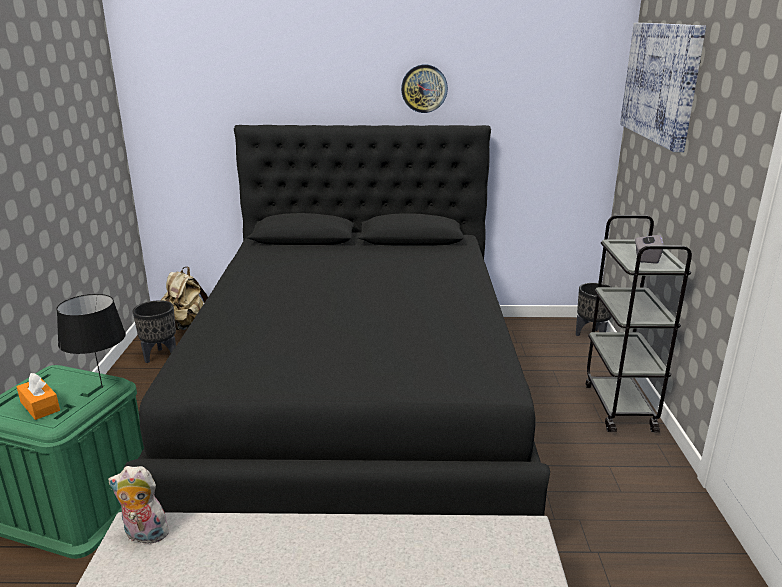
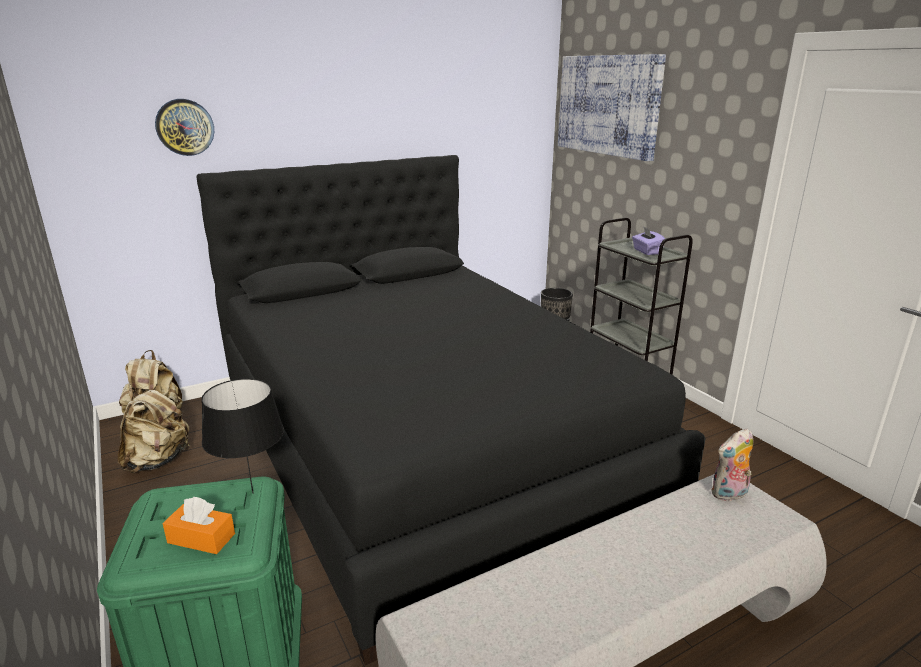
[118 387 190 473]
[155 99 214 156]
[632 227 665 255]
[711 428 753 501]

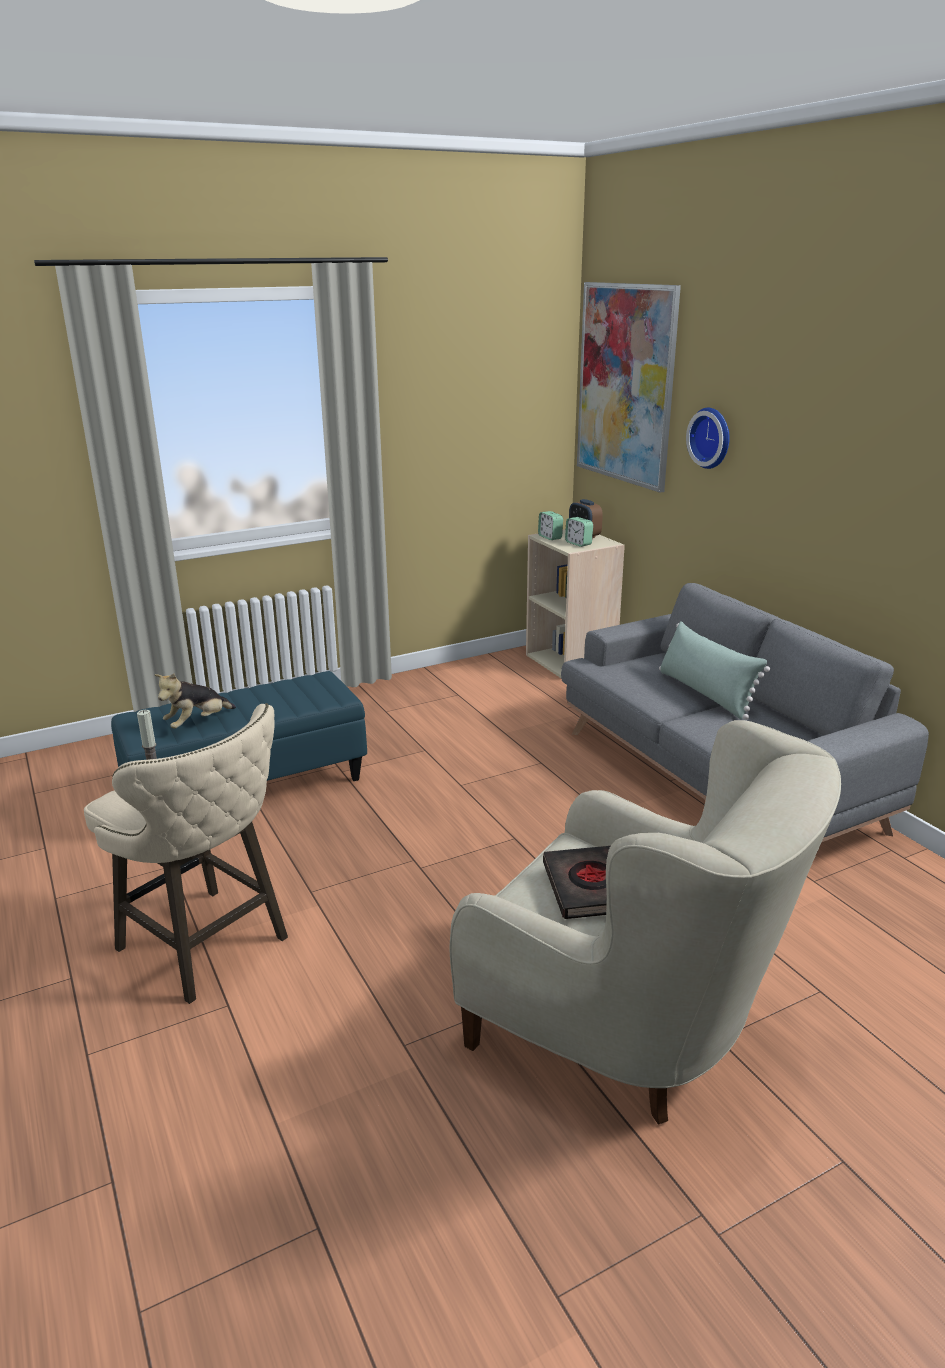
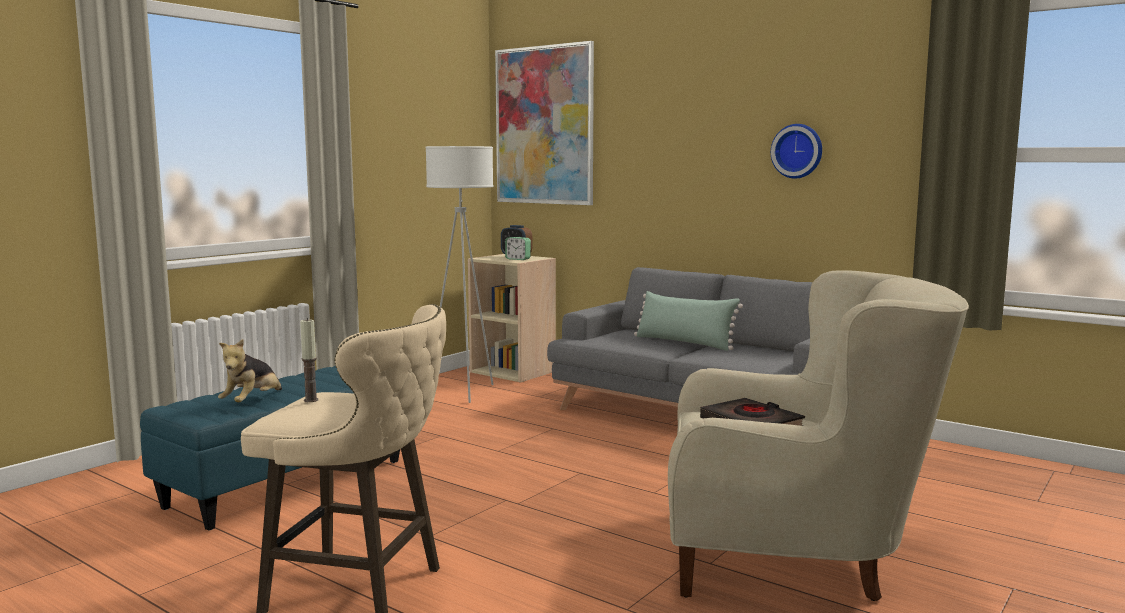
[425 146 494 403]
[771 124 822 179]
[538 511 563 540] (first image)

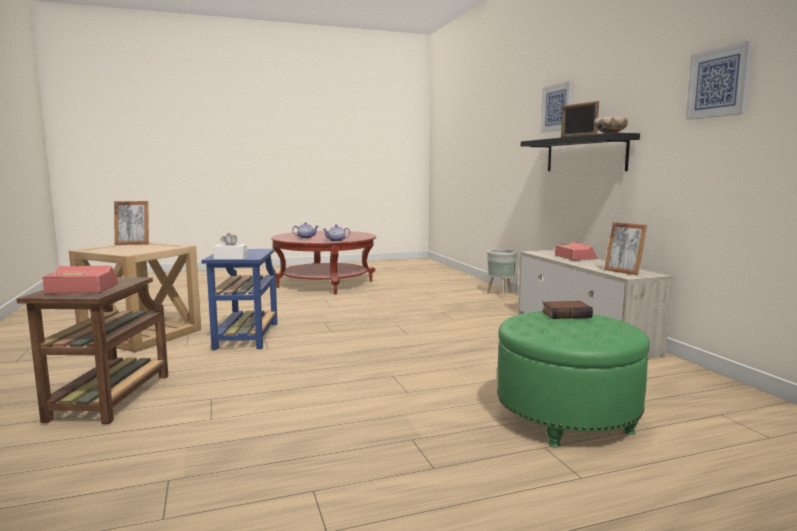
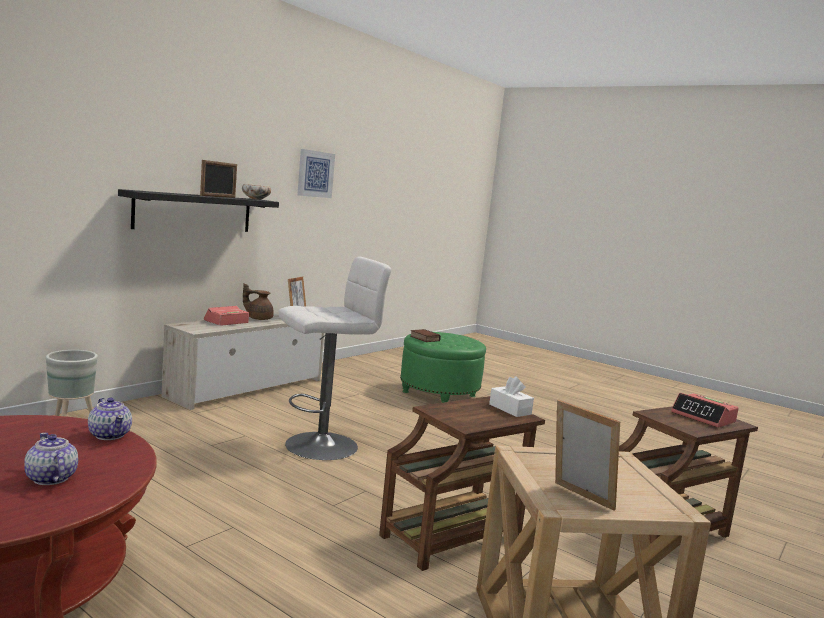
[243 283 274 320]
[279 257 391 460]
[379 396 545 571]
[541 81 572 133] (first image)

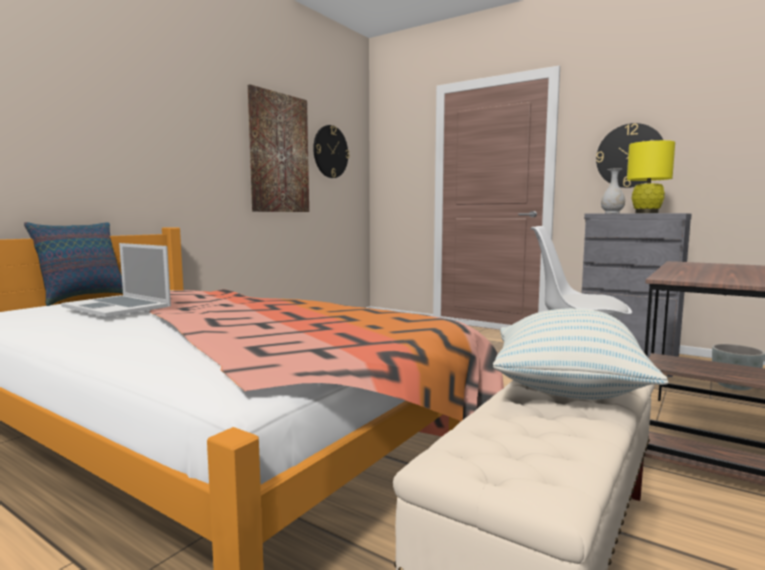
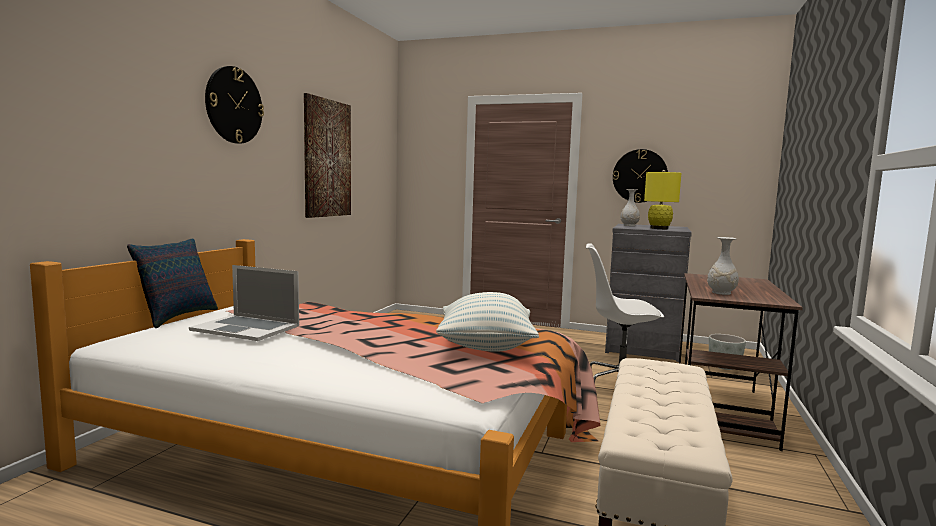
[205 66 264 144]
[436 292 539 352]
[707 237 739 295]

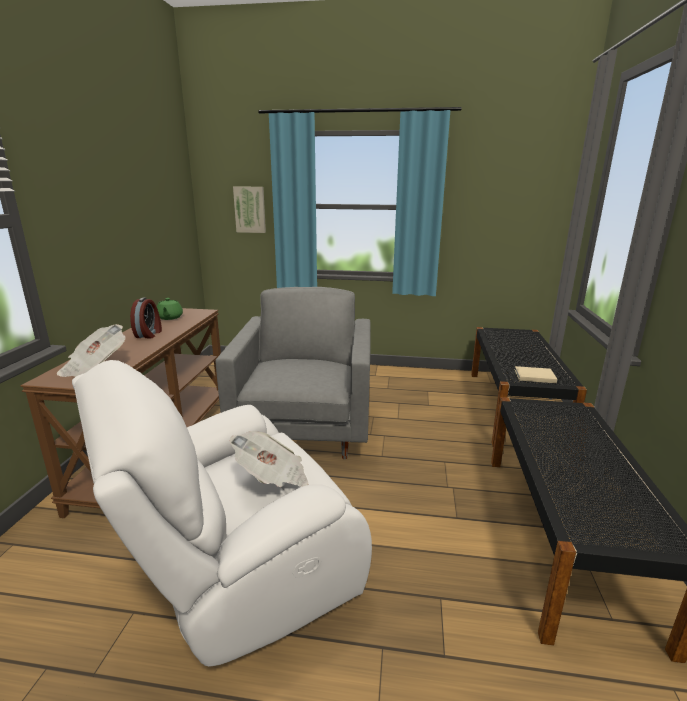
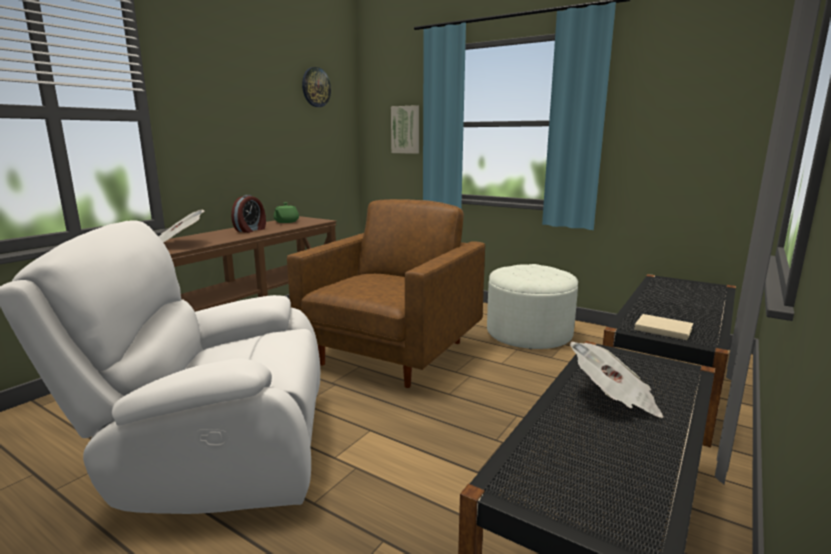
[287 199 485 388]
[302 67 331 107]
[487 264 578 349]
[570 342 664 418]

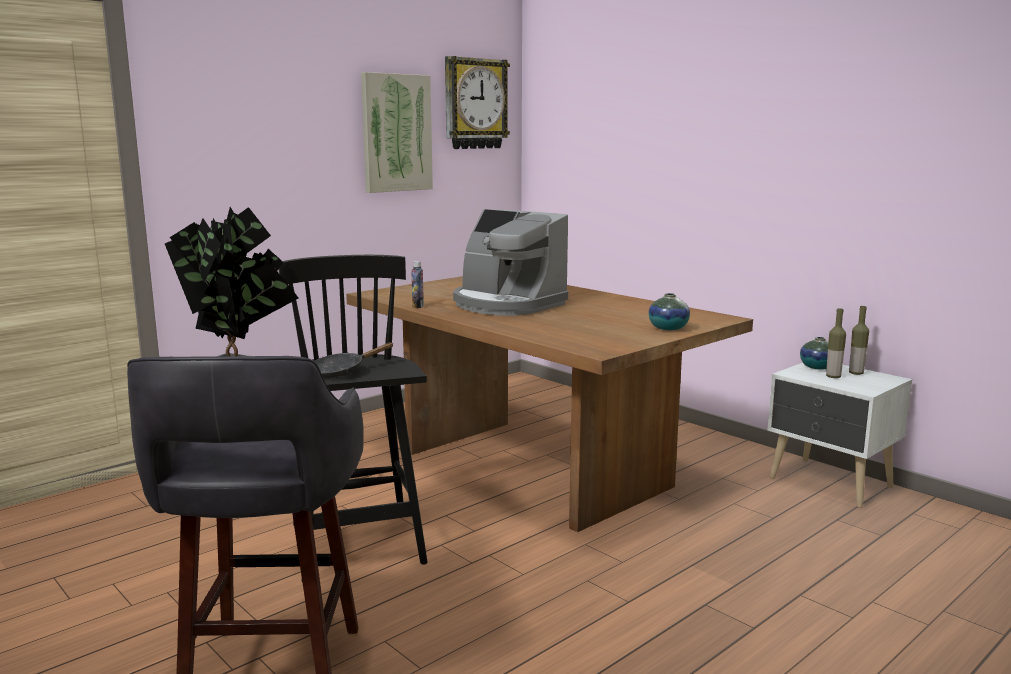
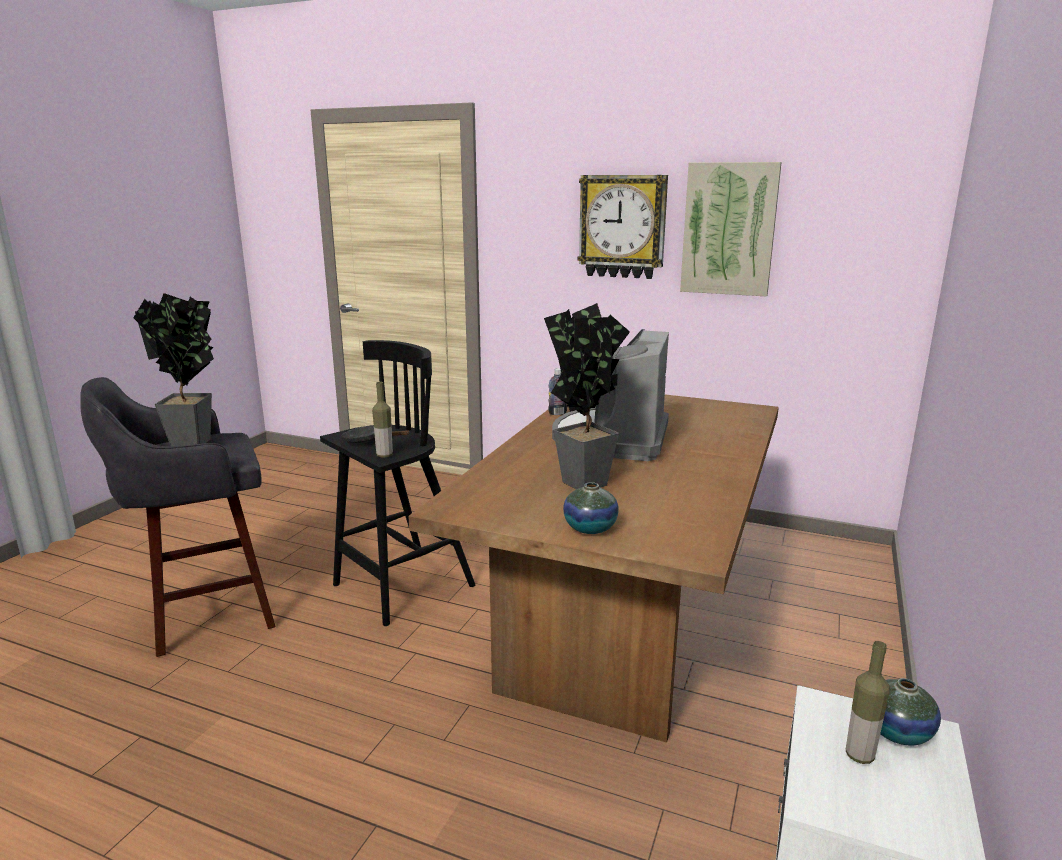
[372 382 393 458]
[544 303 630 489]
[578 175 668 279]

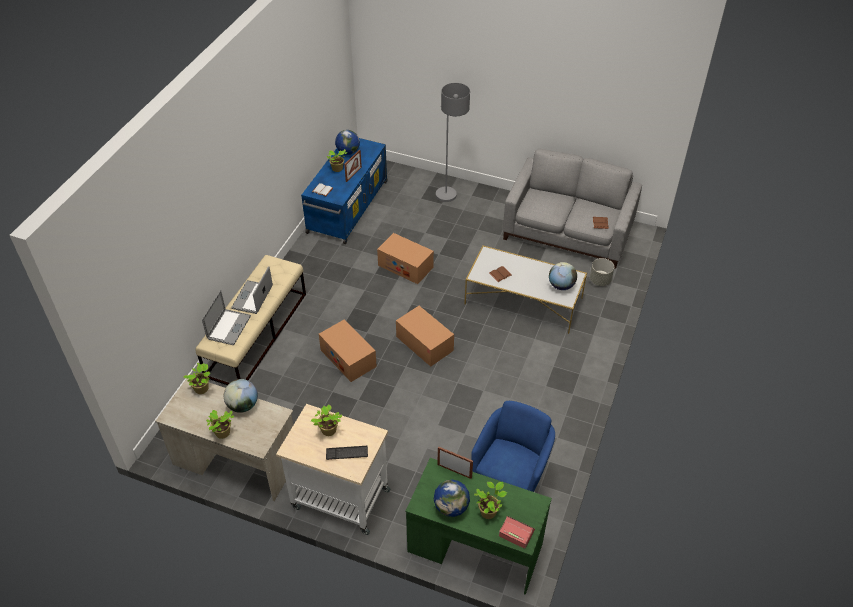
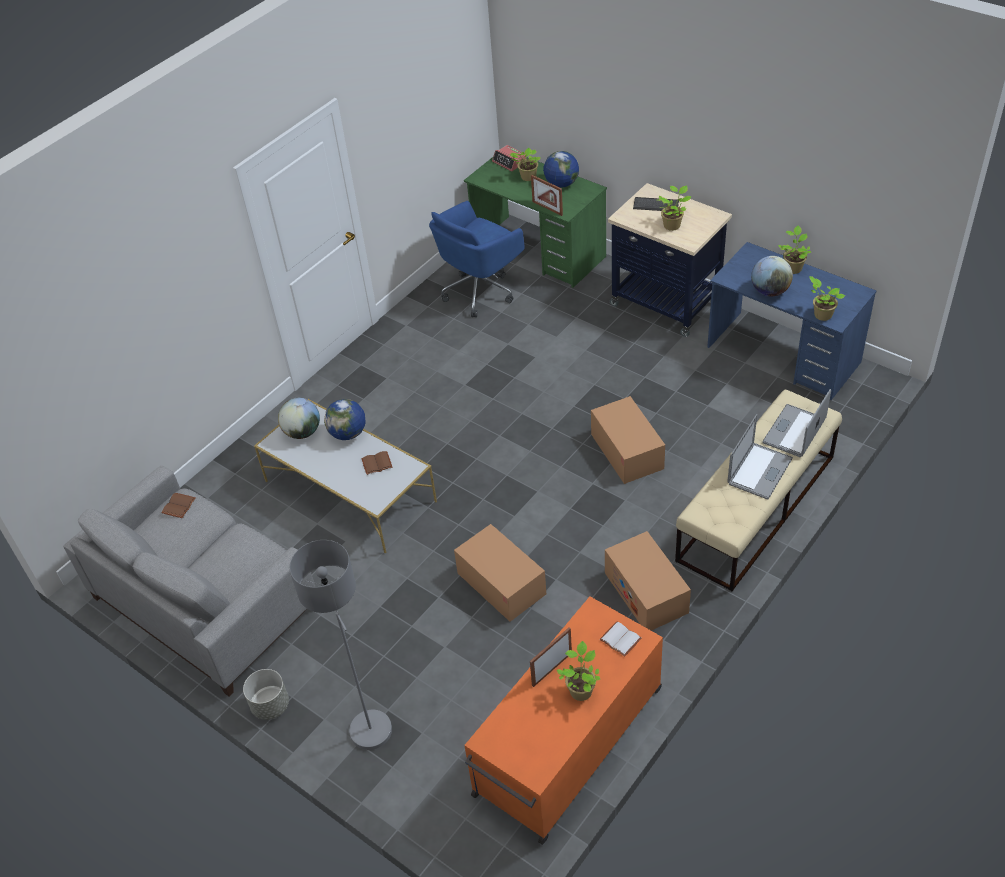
[243 669 289 720]
[324 399 366 440]
[464 597 663 845]
[605 531 691 631]
[608 183 732 337]
[707 242 876 400]

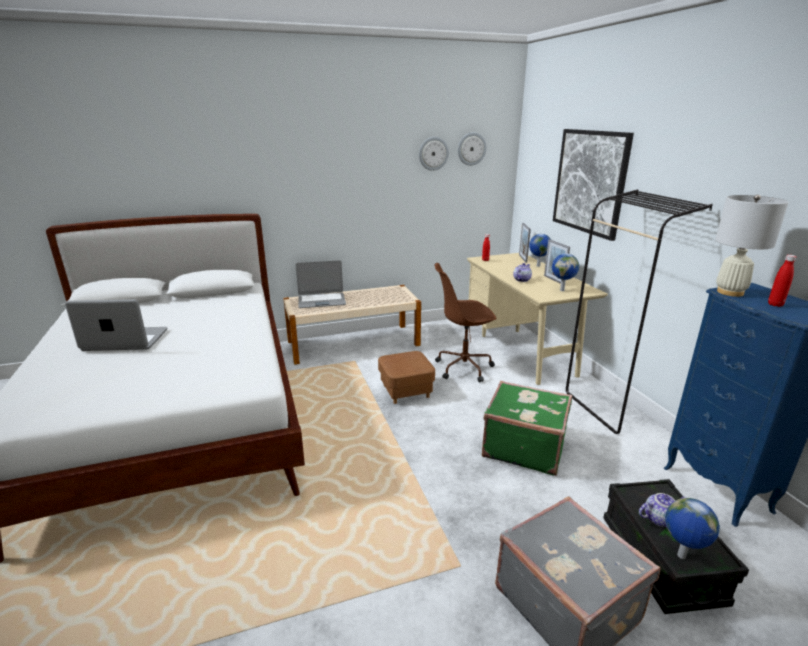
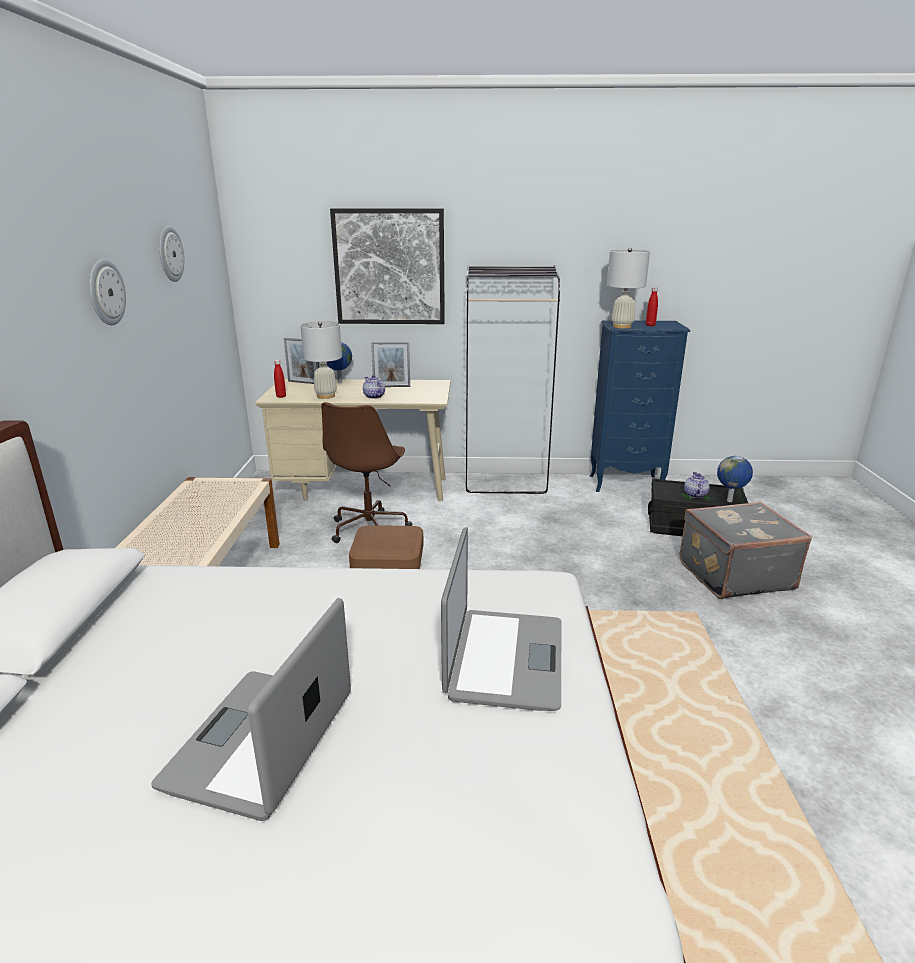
[89 259 126 325]
[300 321 342 399]
[441 527 561 711]
[482 381 572 476] (first image)
[552 253 579 291] (first image)

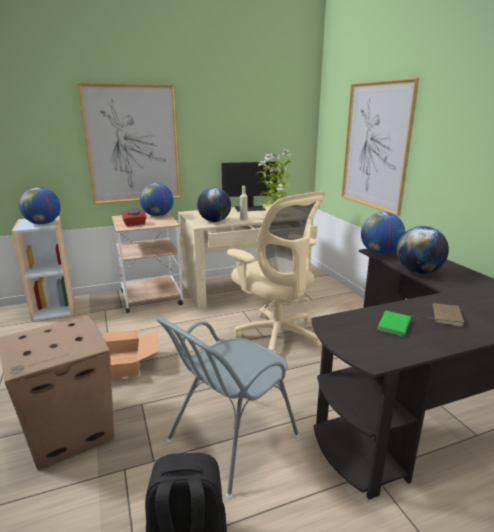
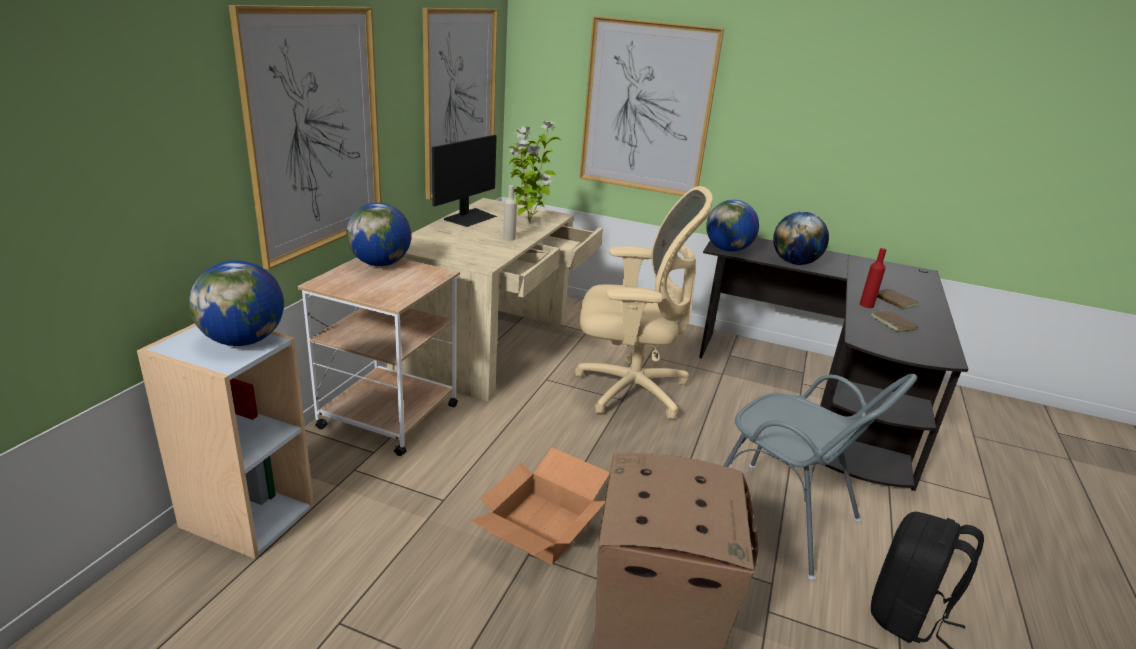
[422 8 498 200]
[724 374 917 580]
[860 248 887 308]
[870 309 919 332]
[121 208 147 227] (first image)
[197 187 231 222] (first image)

